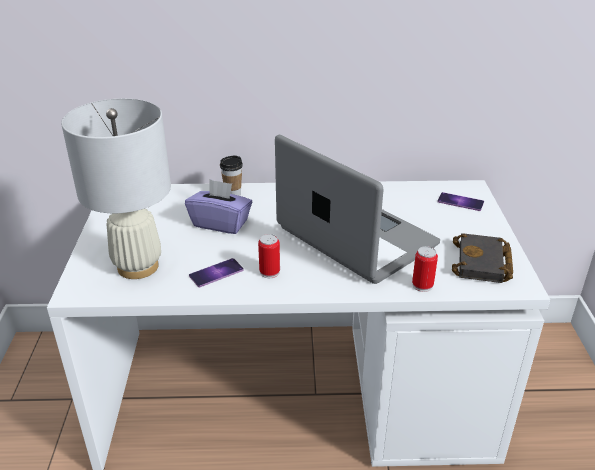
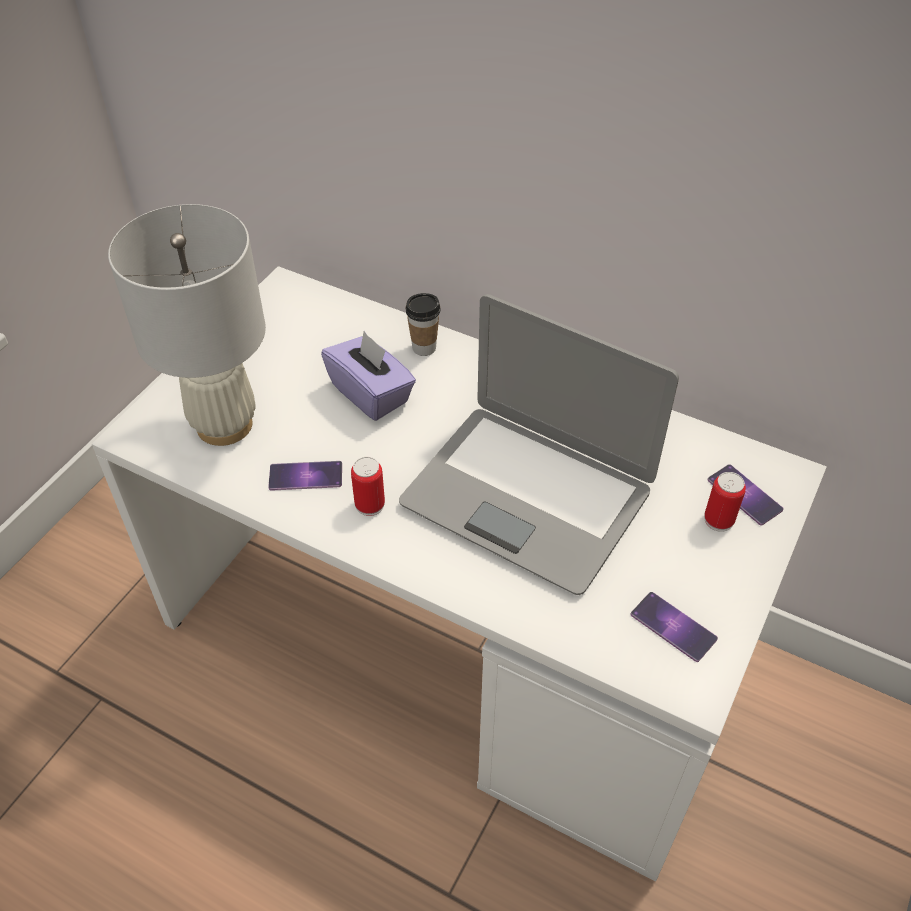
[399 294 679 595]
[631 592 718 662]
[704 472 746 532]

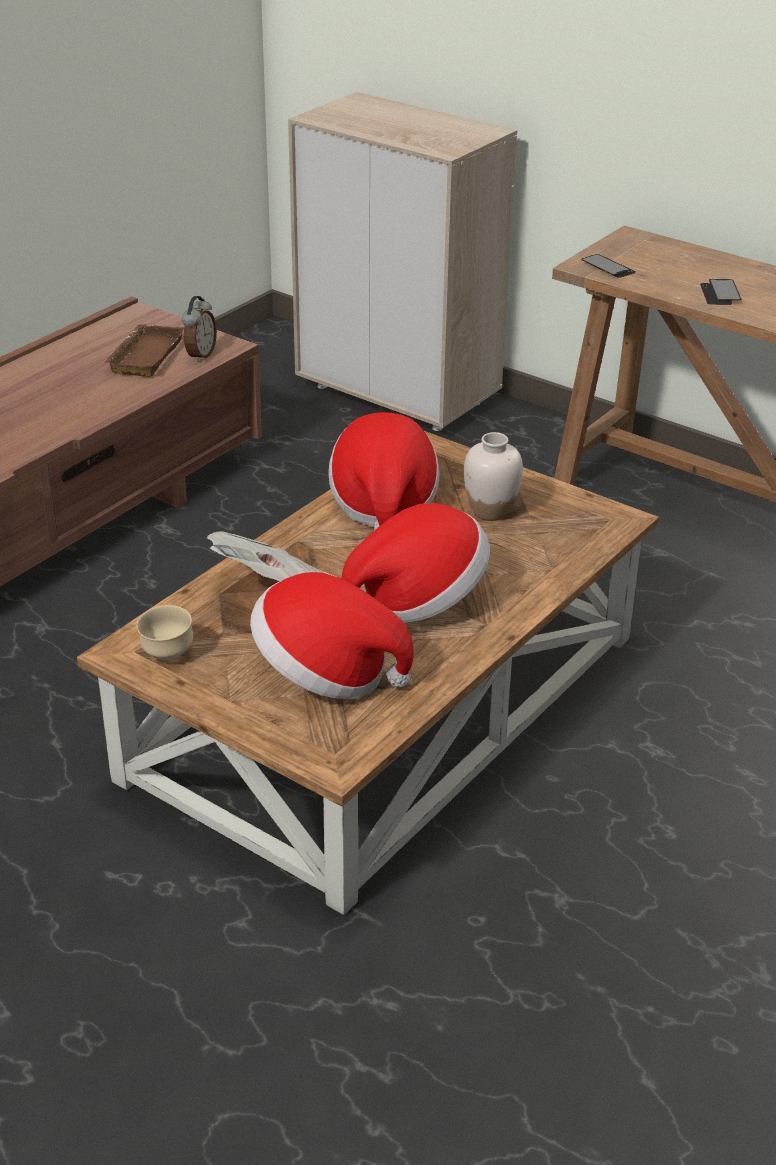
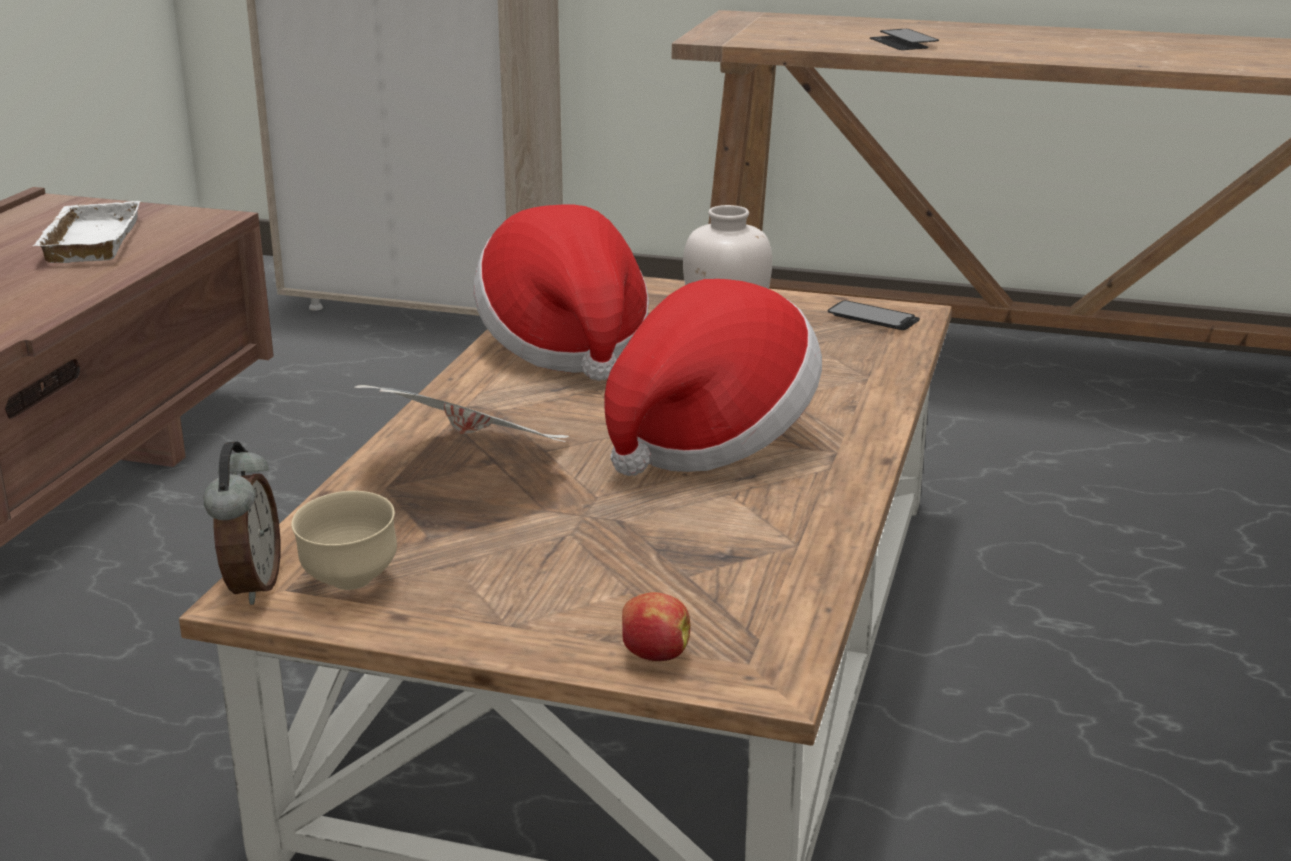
[33 201 140 263]
[203 441 280 605]
[622 592 691 661]
[827 300 920 330]
[250 572 414 699] (first image)

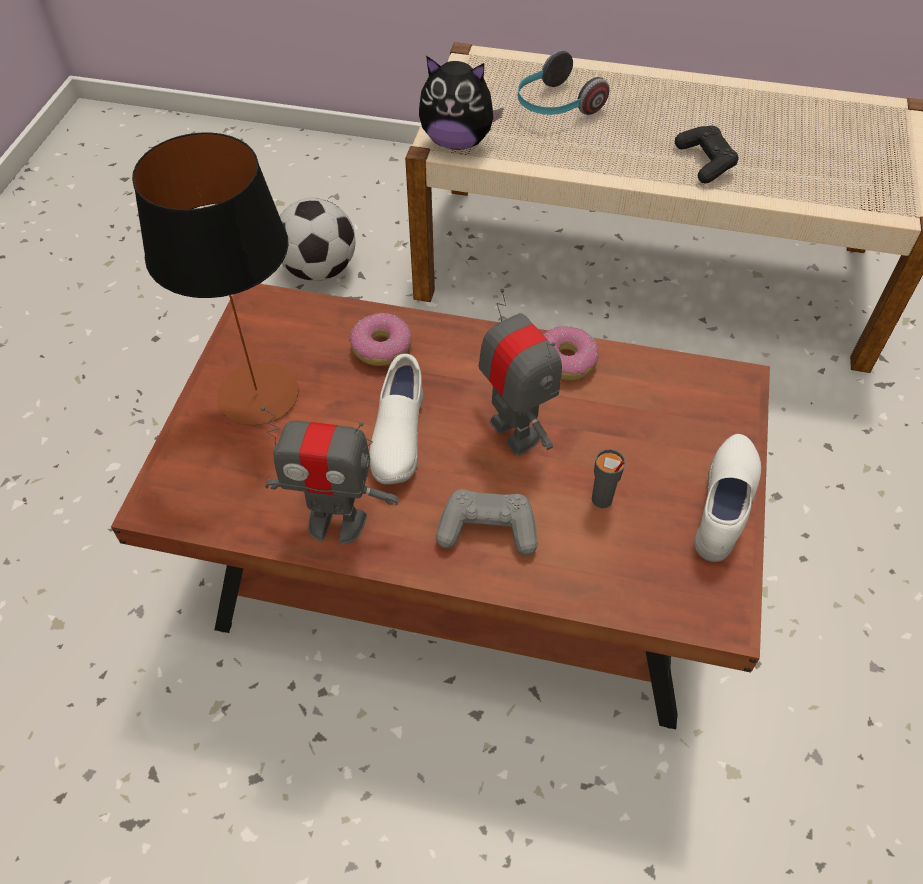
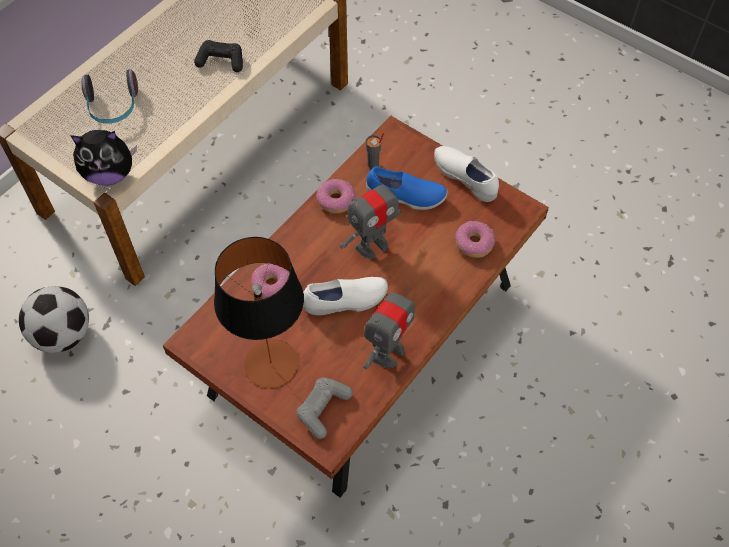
[70 130 137 186]
[297 377 353 439]
[303 277 388 316]
[340 176 402 259]
[366 133 384 169]
[366 166 448 210]
[455 221 495 258]

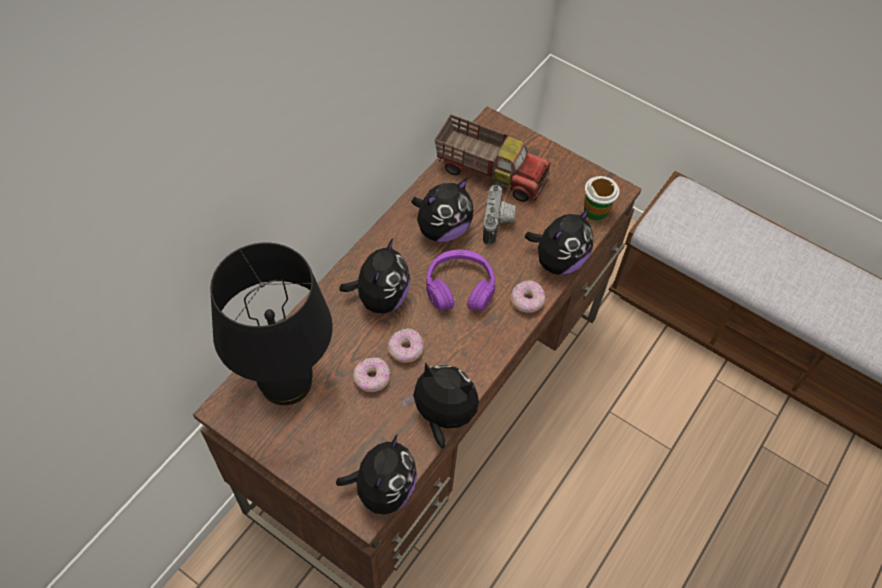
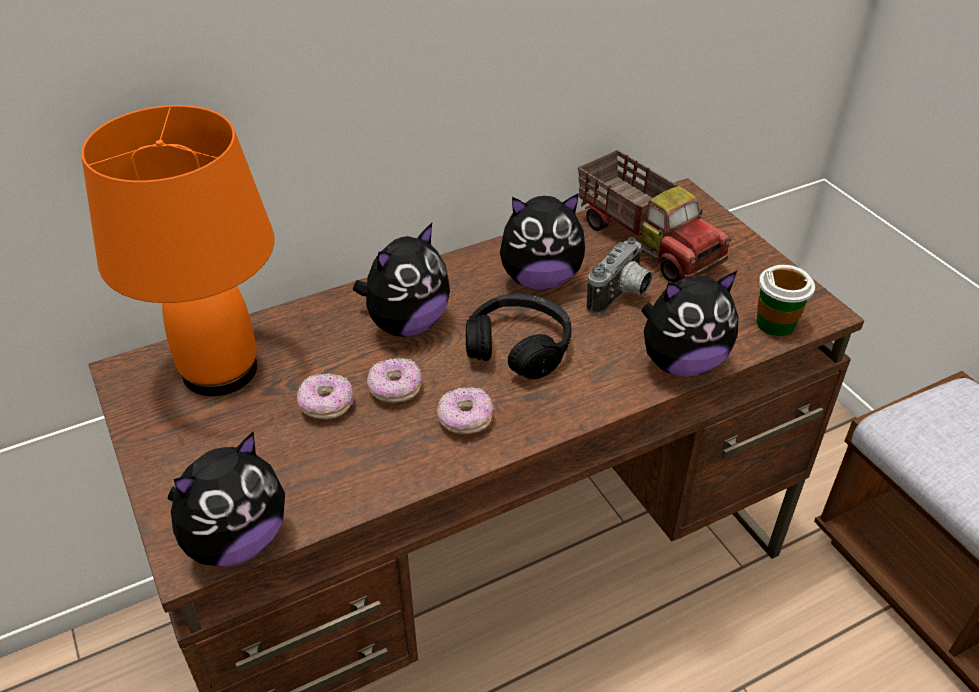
[81 105 275 396]
[437 387 494 435]
[465 293 572 379]
[402 363 479 449] (first image)

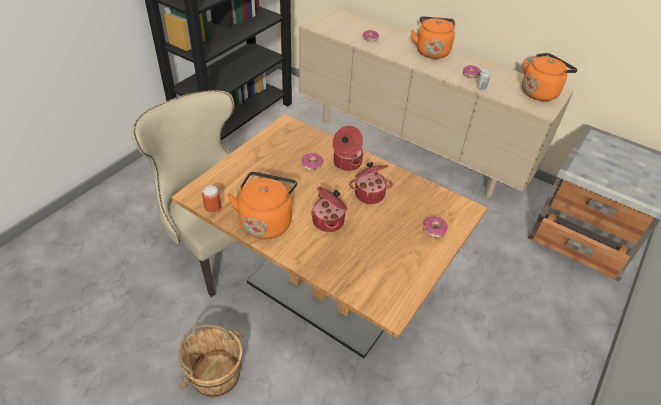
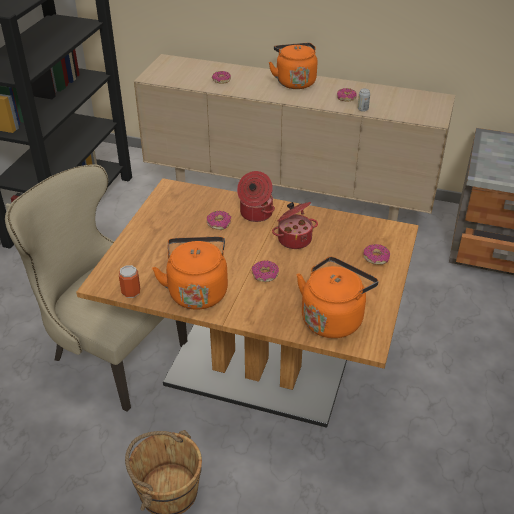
[252 261 279 282]
[297 257 378 338]

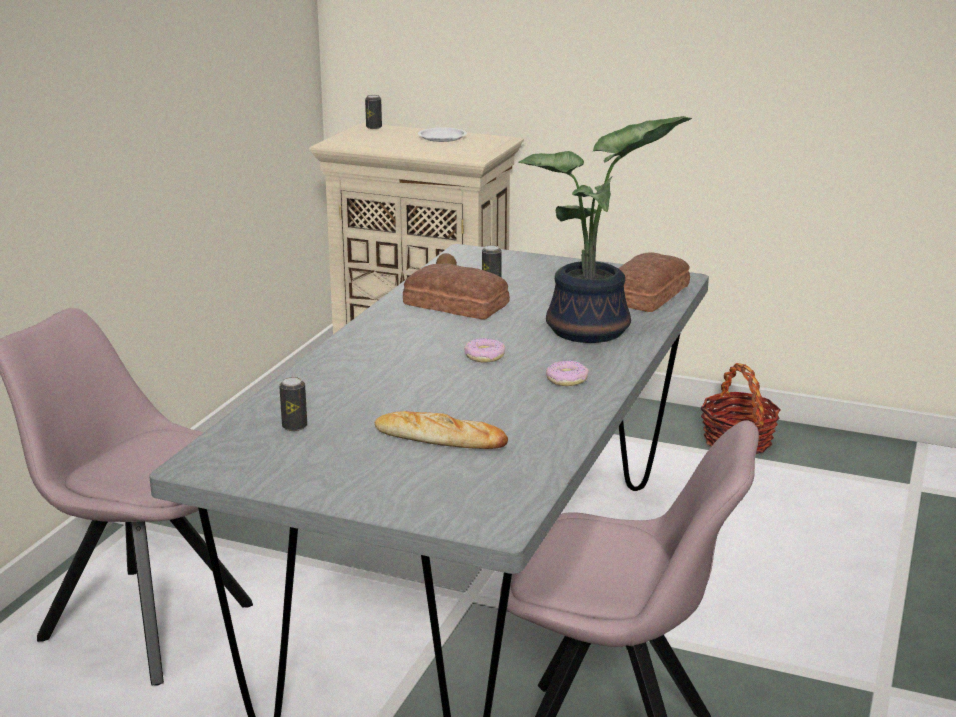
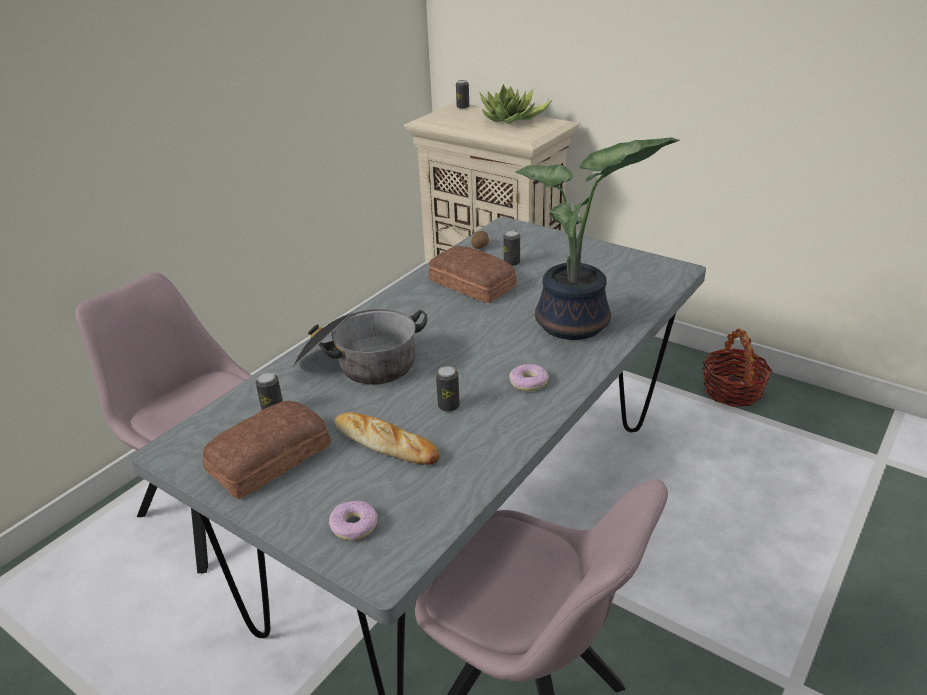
[203 400 331 499]
[293 309 427 385]
[329 501 378 540]
[436 366 460 412]
[479 84 552 124]

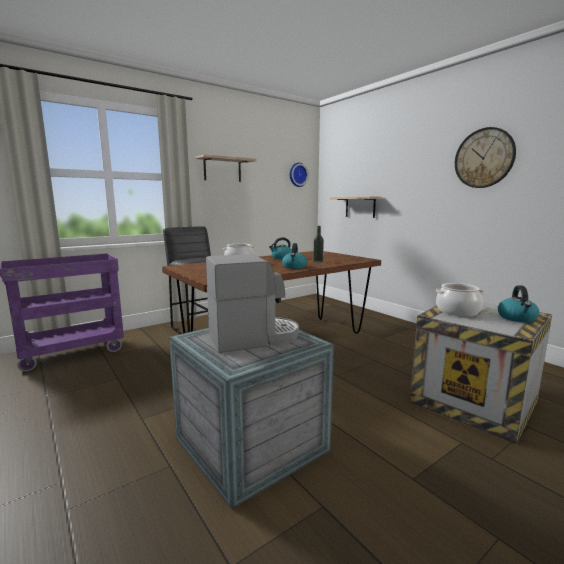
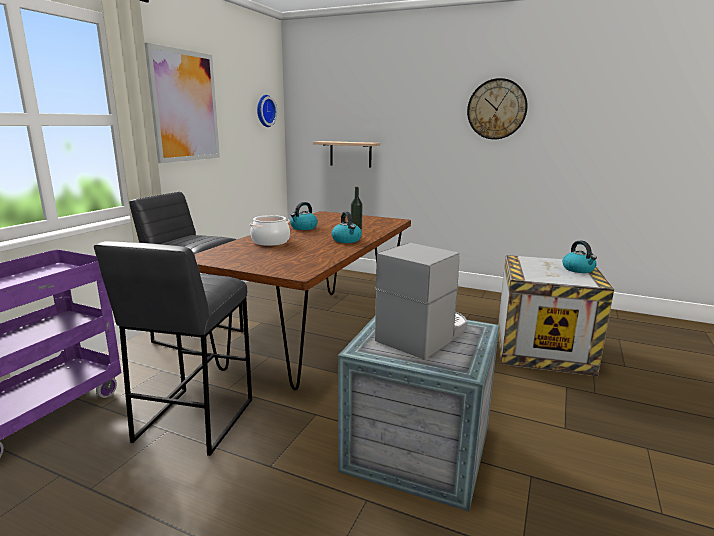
[94 241 252 456]
[145 43 220 163]
[436 283 485 316] (first image)

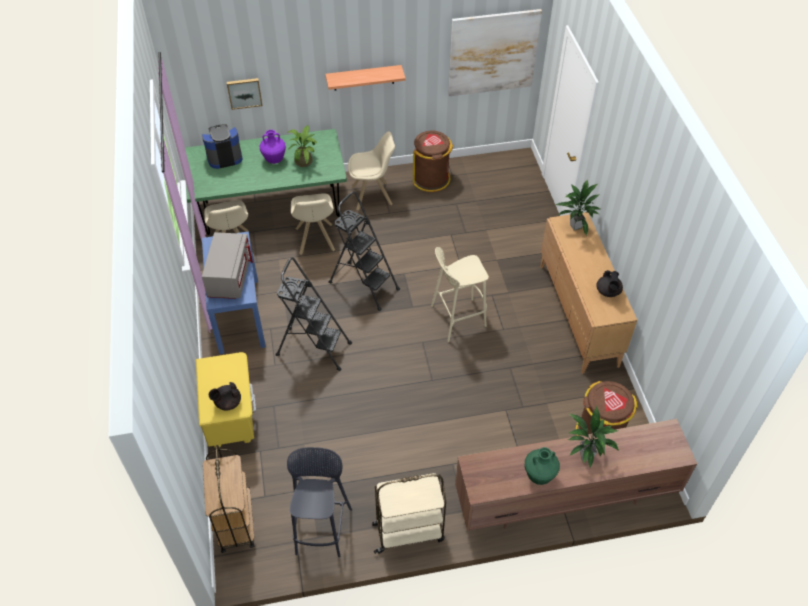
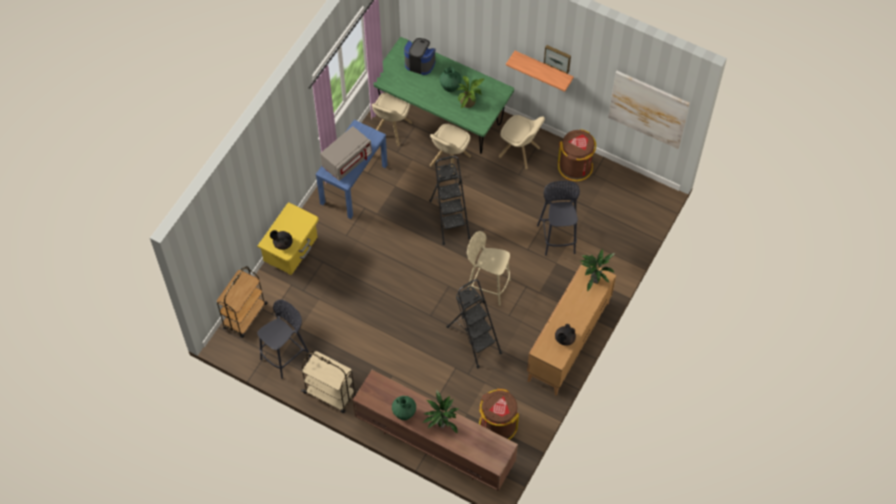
[439 67 461 92]
[446 279 502 368]
[537 181 580 256]
[544 45 571 74]

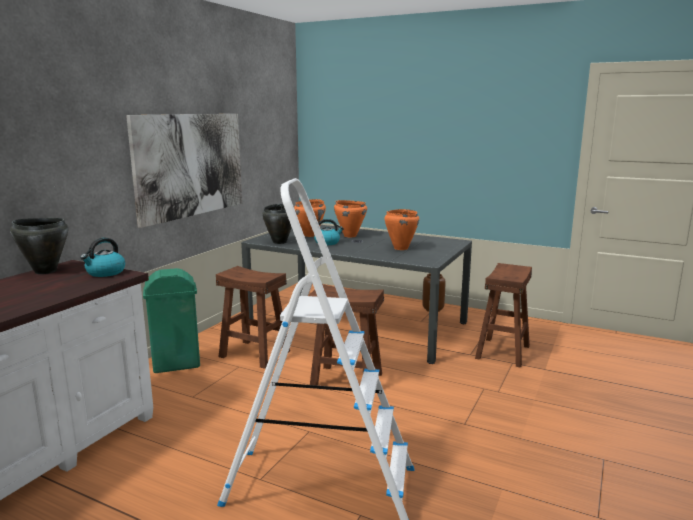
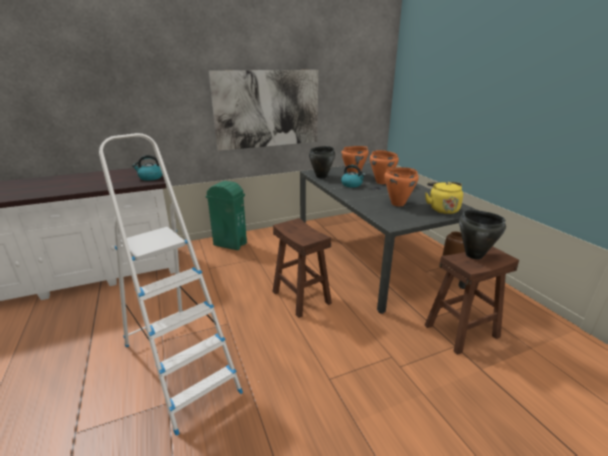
[425 182 463 214]
[459 210 506 259]
[216 266 290 369] (first image)

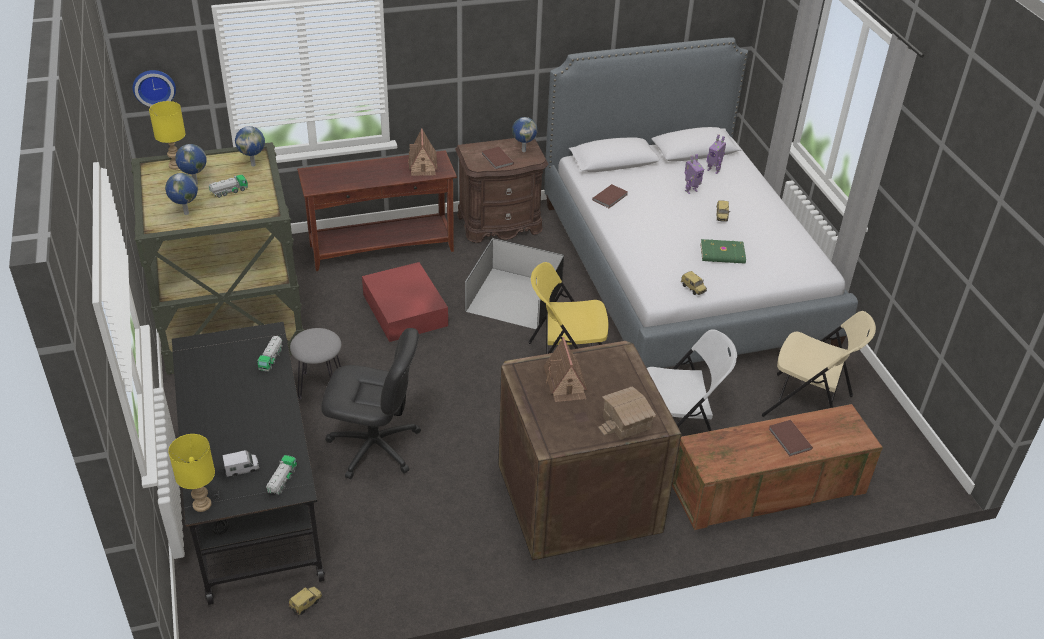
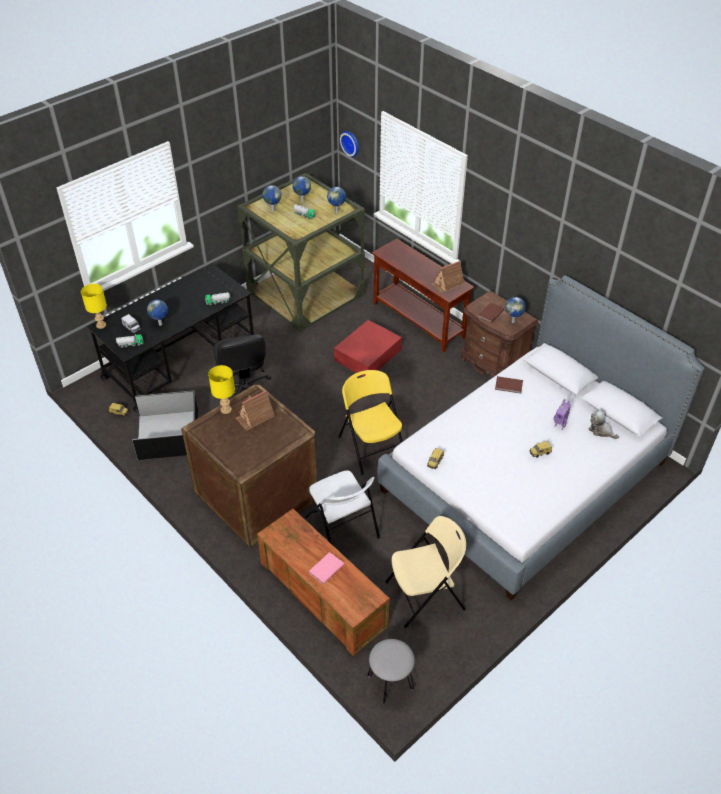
[132 390 198 460]
[147 299 168 326]
[208 365 235 414]
[309 552 344 584]
[368 639 415 705]
[385 516 466 629]
[589 410 619 439]
[598 386 656 440] (first image)
[700 239 746 263] (first image)

